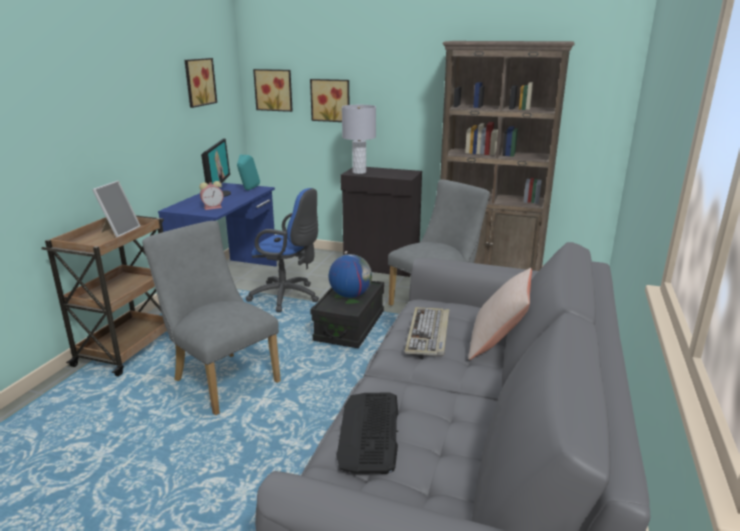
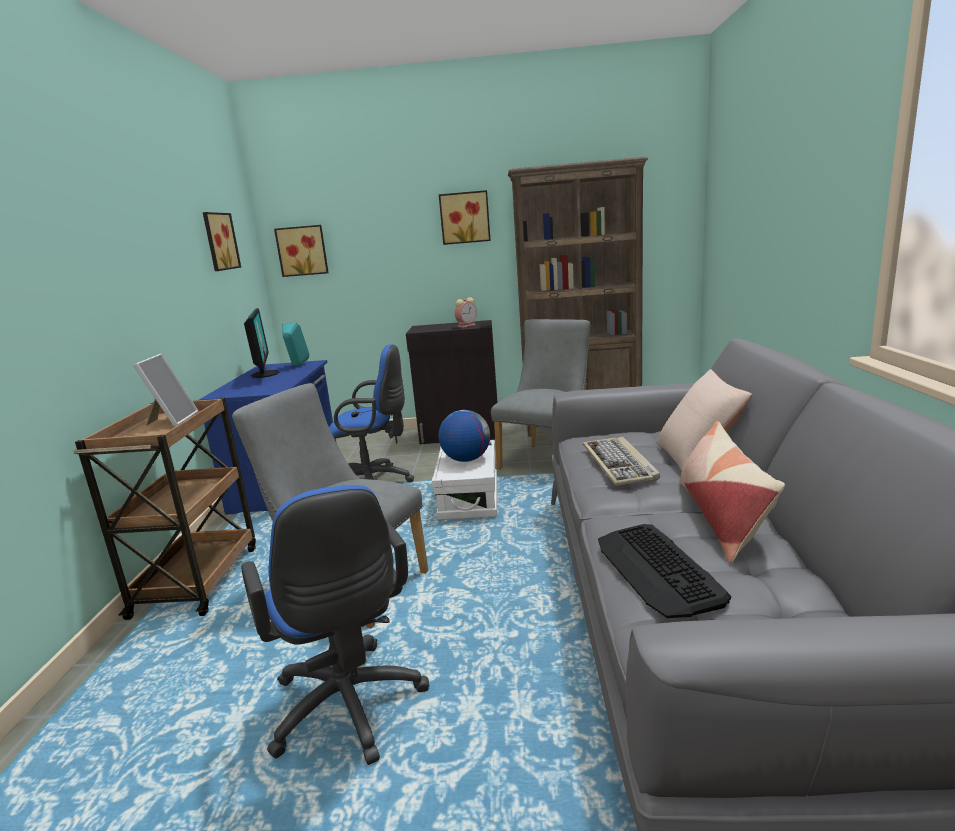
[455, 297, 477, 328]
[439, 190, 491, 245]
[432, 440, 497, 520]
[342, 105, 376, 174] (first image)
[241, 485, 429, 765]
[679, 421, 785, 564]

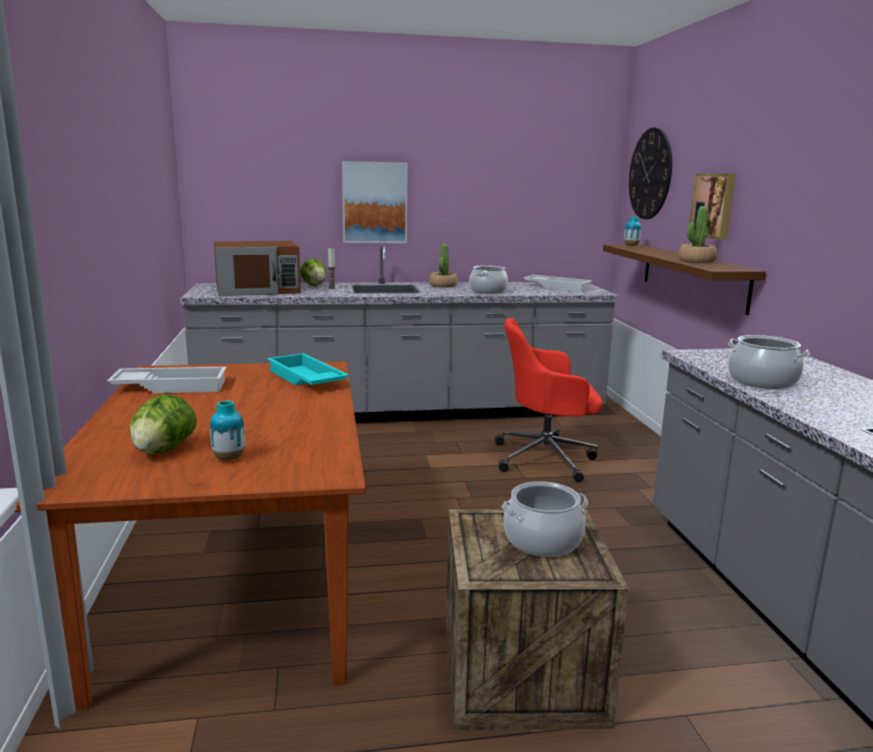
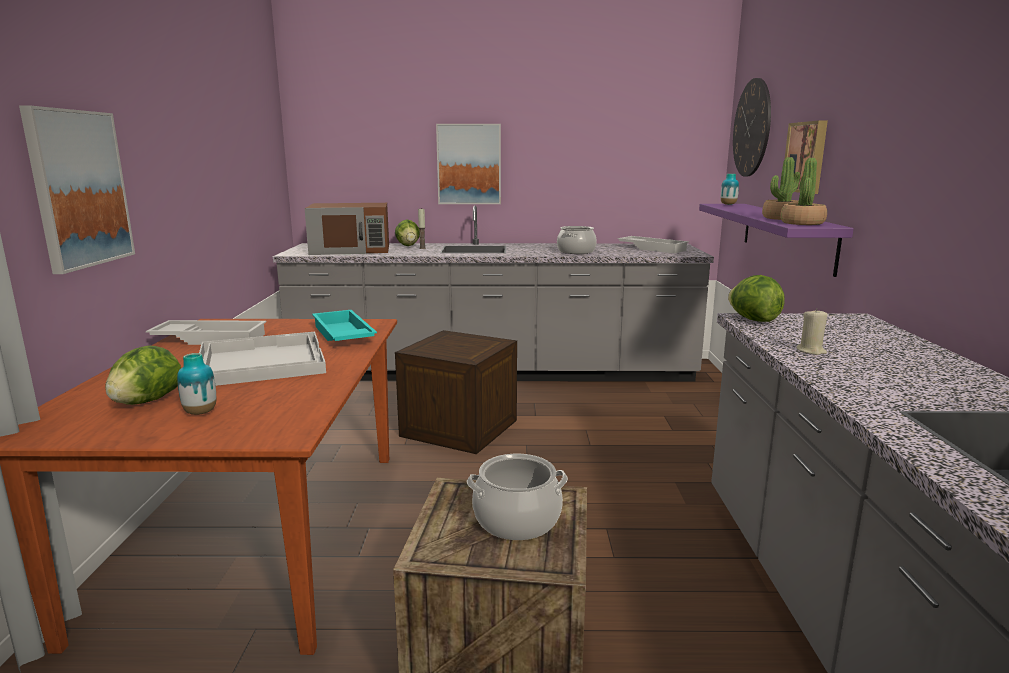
[780, 158, 827, 225]
[495, 318, 603, 483] (first image)
[699, 204, 854, 277]
[797, 308, 828, 355]
[19, 106, 135, 274]
[199, 332, 326, 386]
[395, 330, 517, 454]
[728, 275, 785, 322]

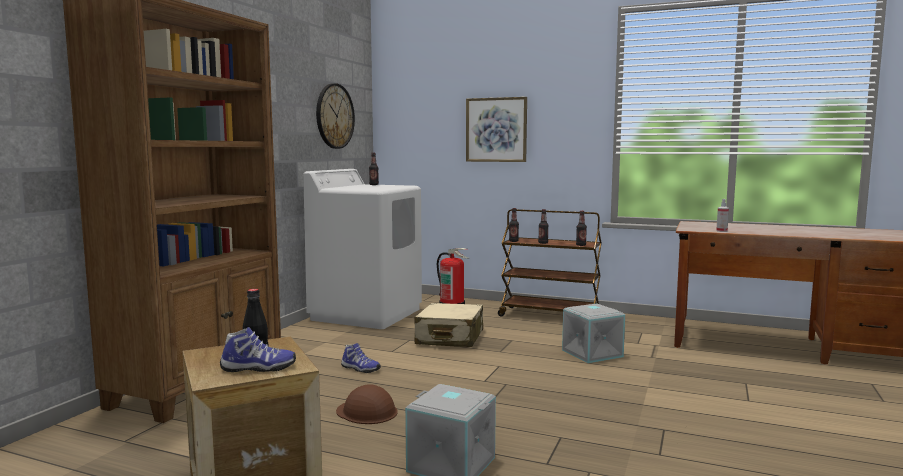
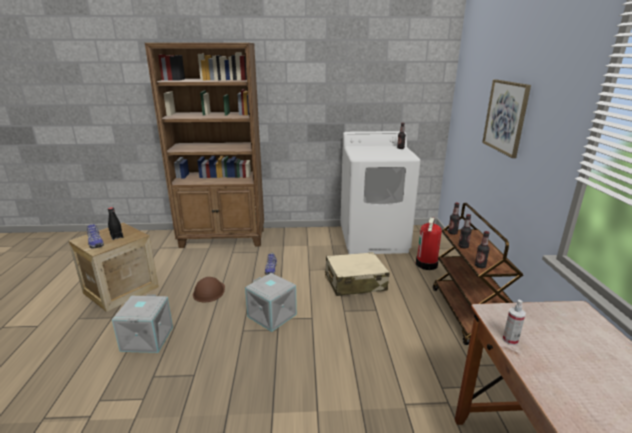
[316, 83, 355, 149] (first image)
[245, 273, 297, 332]

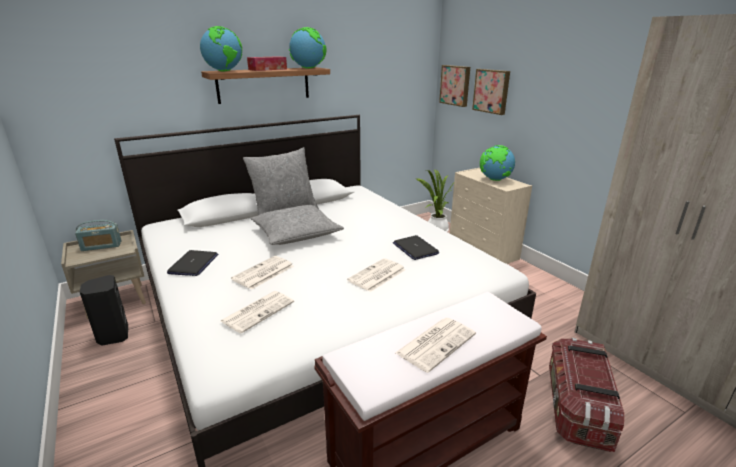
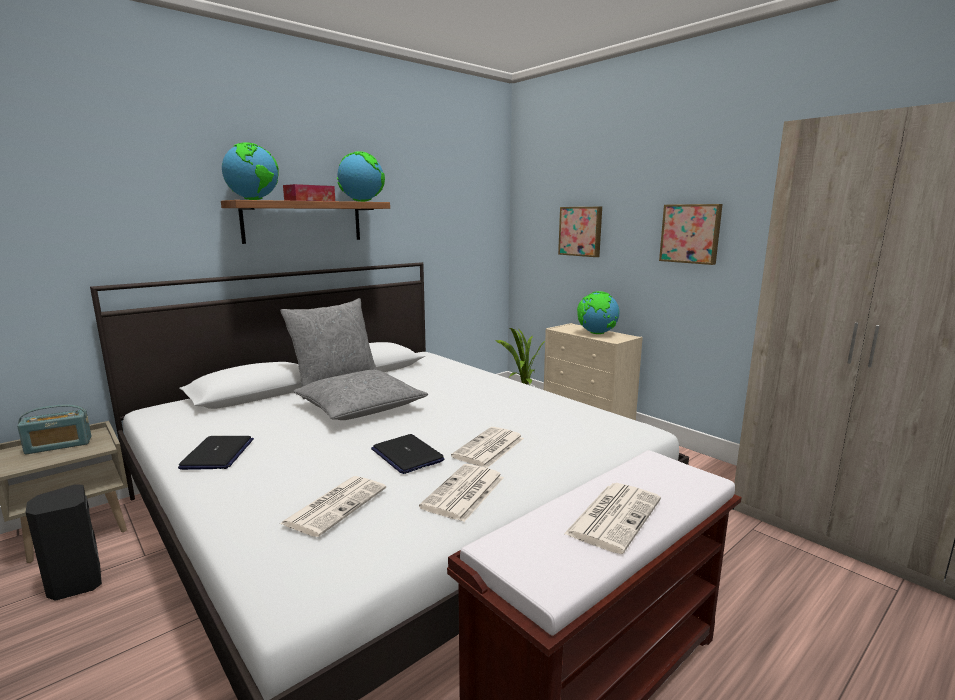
[419, 464, 504, 522]
[371, 434, 444, 474]
[659, 204, 723, 265]
[549, 338, 624, 452] (first image)

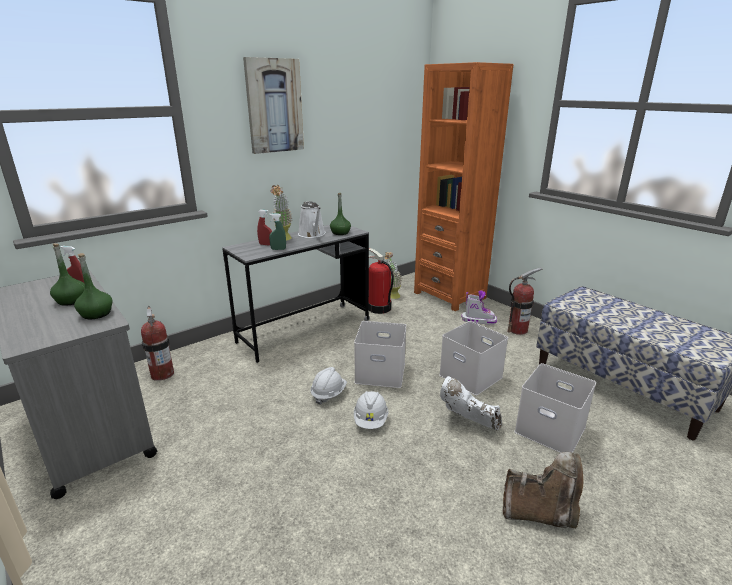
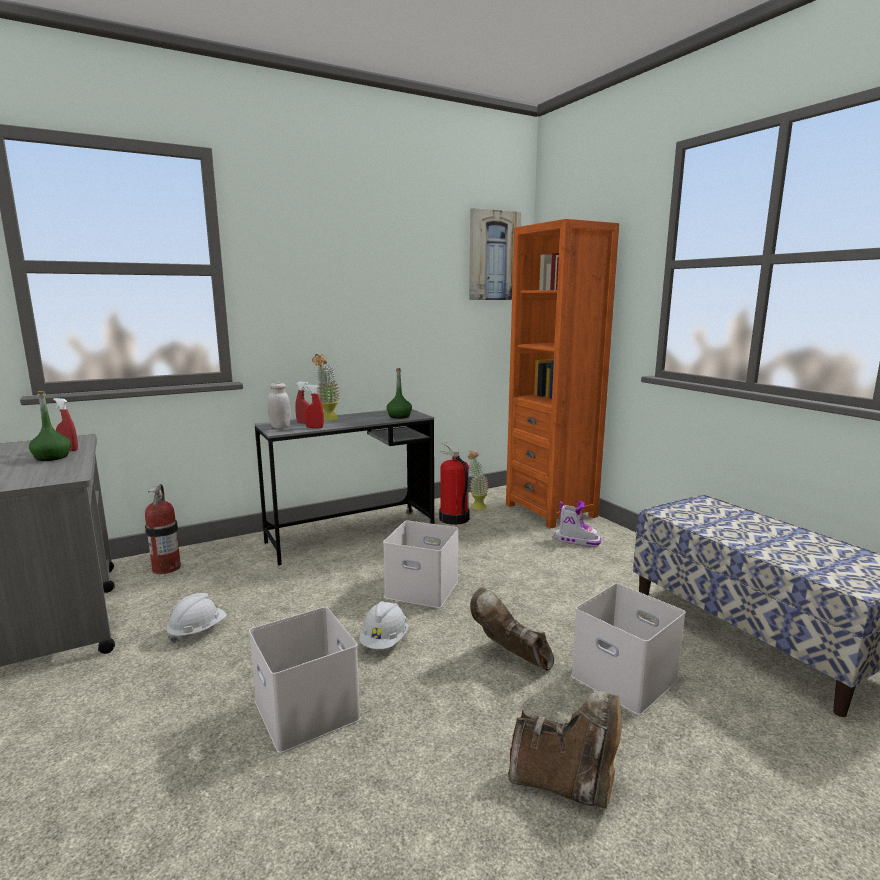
[74, 253, 113, 319] (first image)
[469, 208, 521, 300]
[304, 384, 324, 428]
[298, 201, 326, 238] (first image)
[166, 593, 227, 644]
[249, 607, 361, 753]
[470, 587, 554, 671]
[508, 267, 543, 335] (first image)
[267, 383, 291, 428]

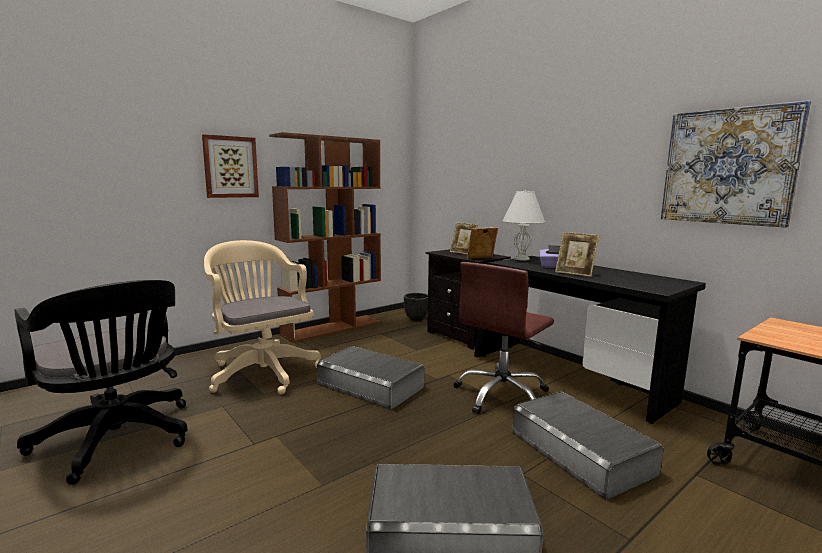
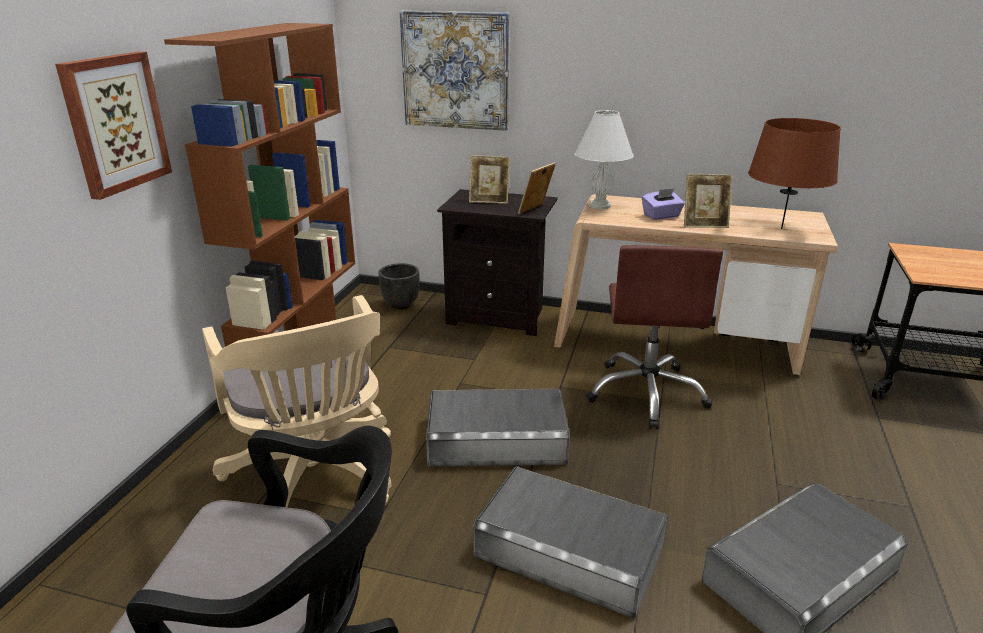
[202, 295, 392, 507]
[554, 194, 838, 375]
[473, 466, 668, 618]
[399, 11, 510, 131]
[748, 118, 841, 229]

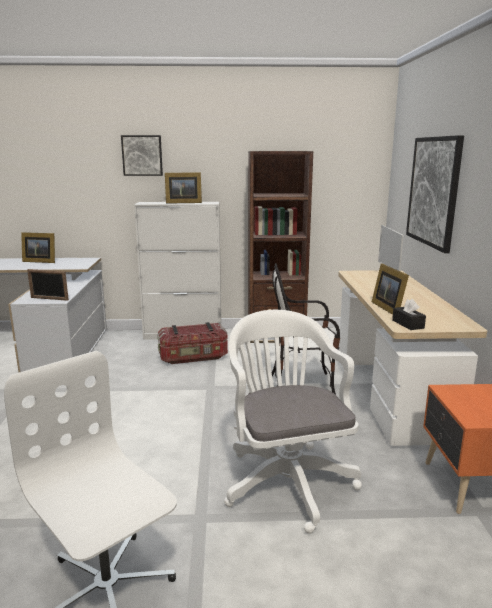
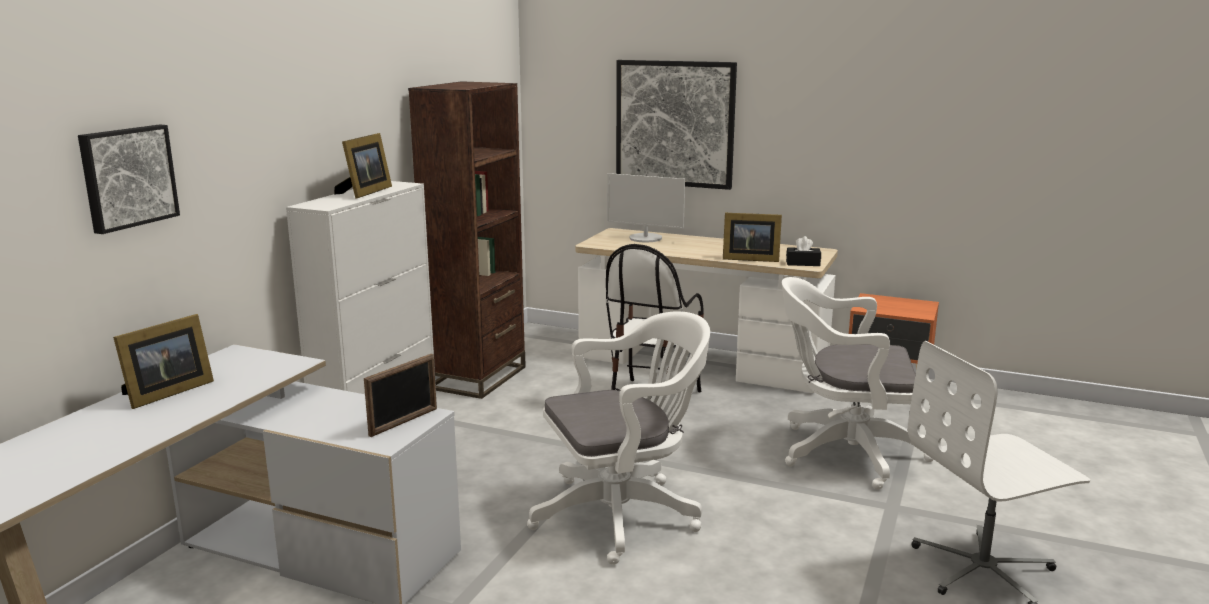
[78, 125, 180, 234]
[157, 322, 228, 364] (first image)
[527, 311, 710, 565]

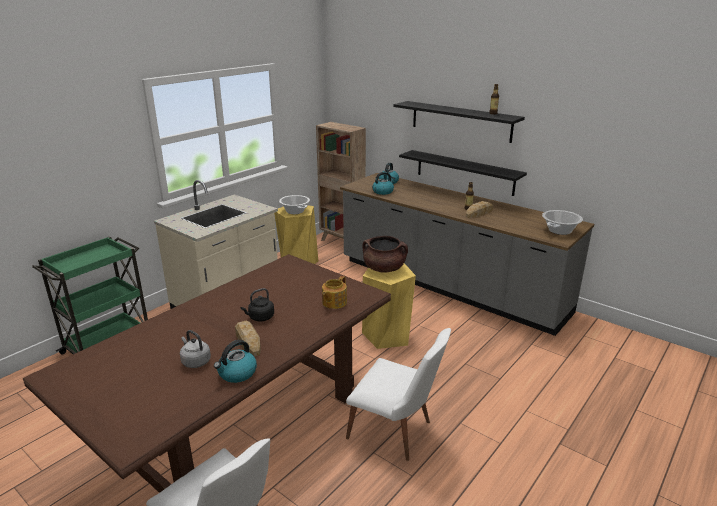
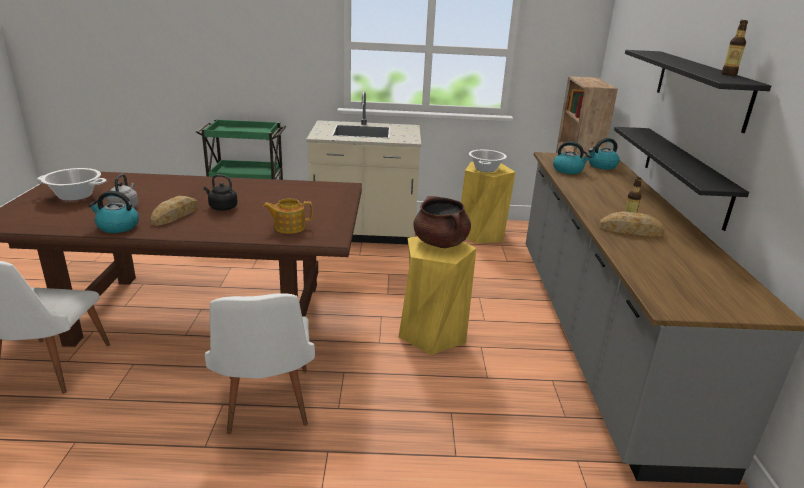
[37, 168, 107, 201]

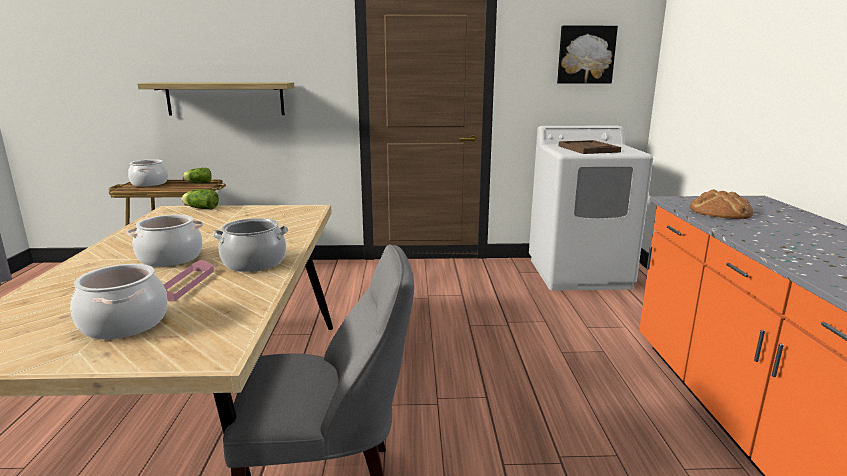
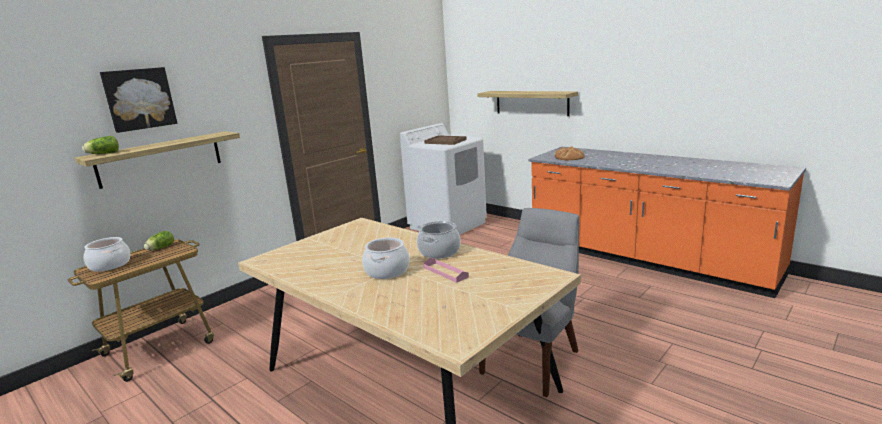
[70, 264, 168, 340] (first image)
[82, 136, 119, 154]
[100, 67, 177, 133]
[477, 91, 578, 116]

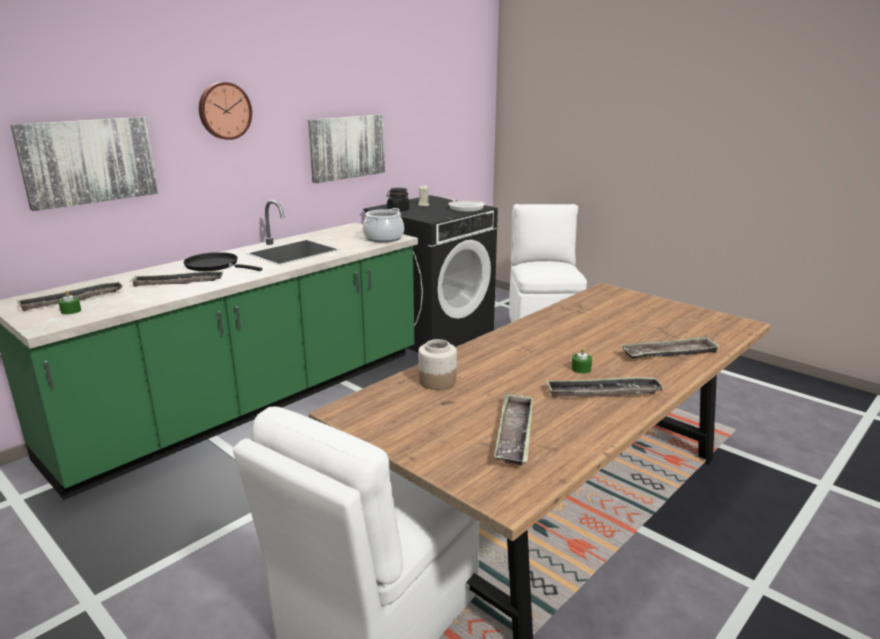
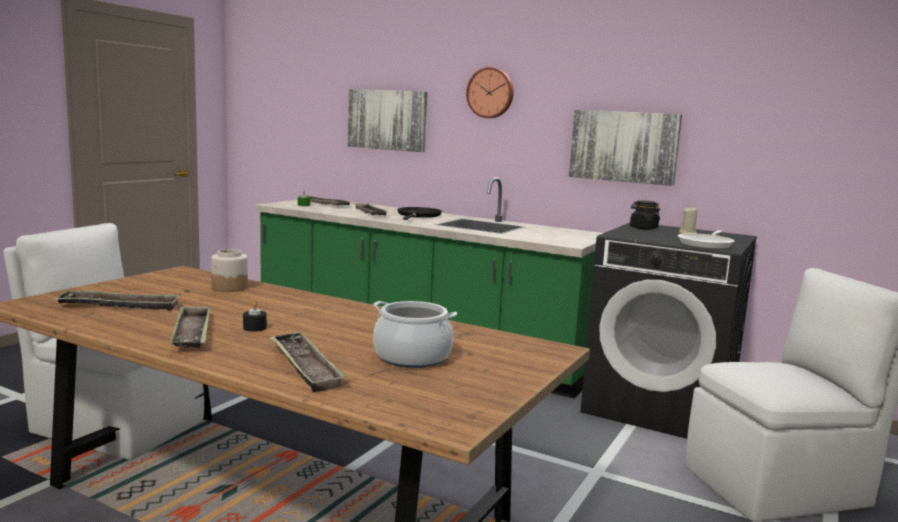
[373, 301, 457, 368]
[243, 302, 267, 332]

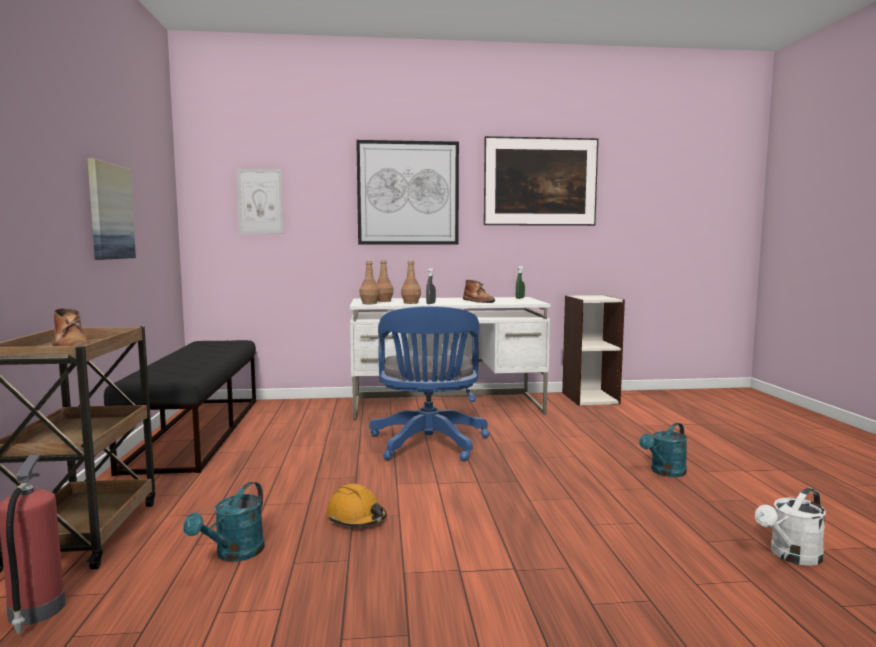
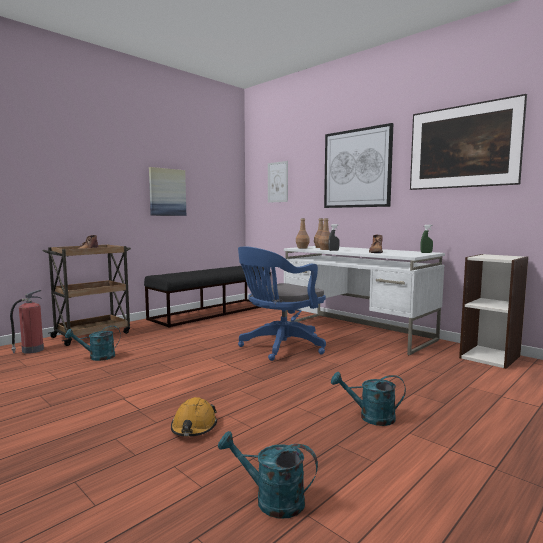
[171, 397, 217, 436]
[218, 431, 318, 519]

